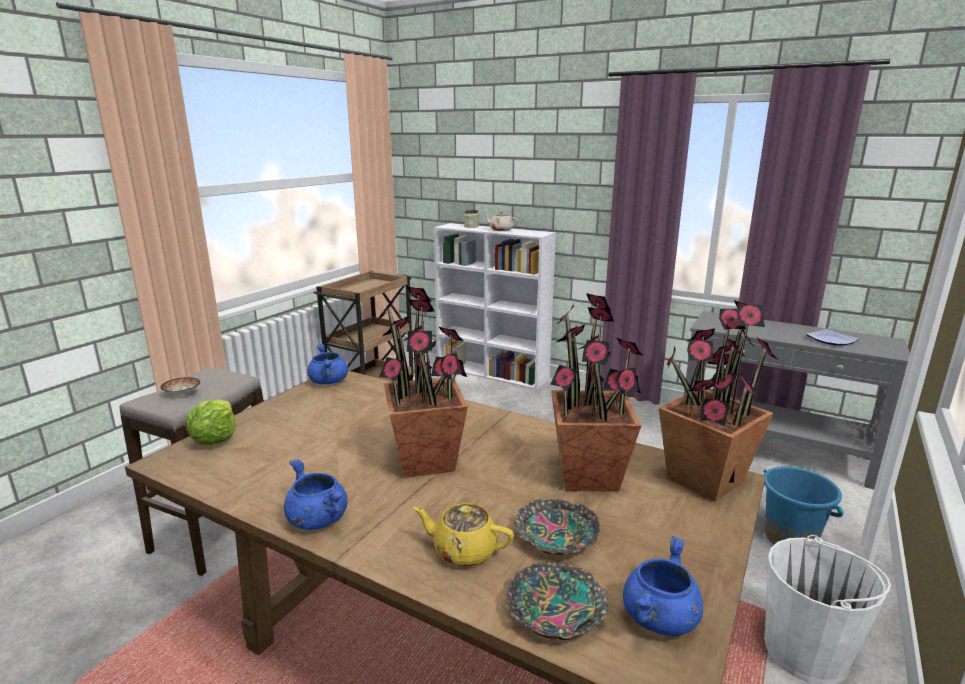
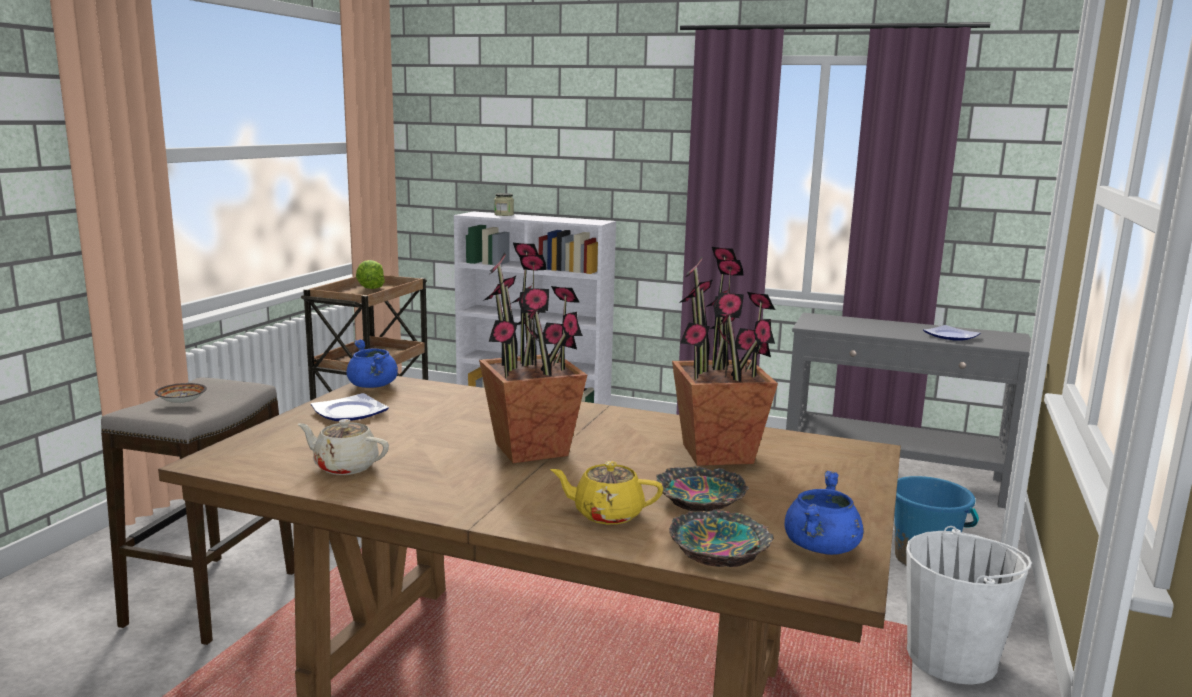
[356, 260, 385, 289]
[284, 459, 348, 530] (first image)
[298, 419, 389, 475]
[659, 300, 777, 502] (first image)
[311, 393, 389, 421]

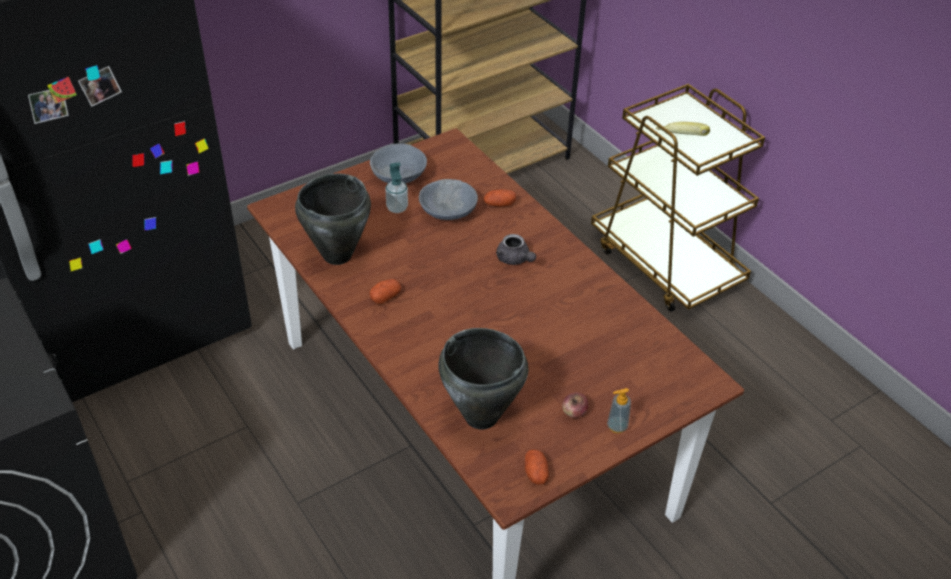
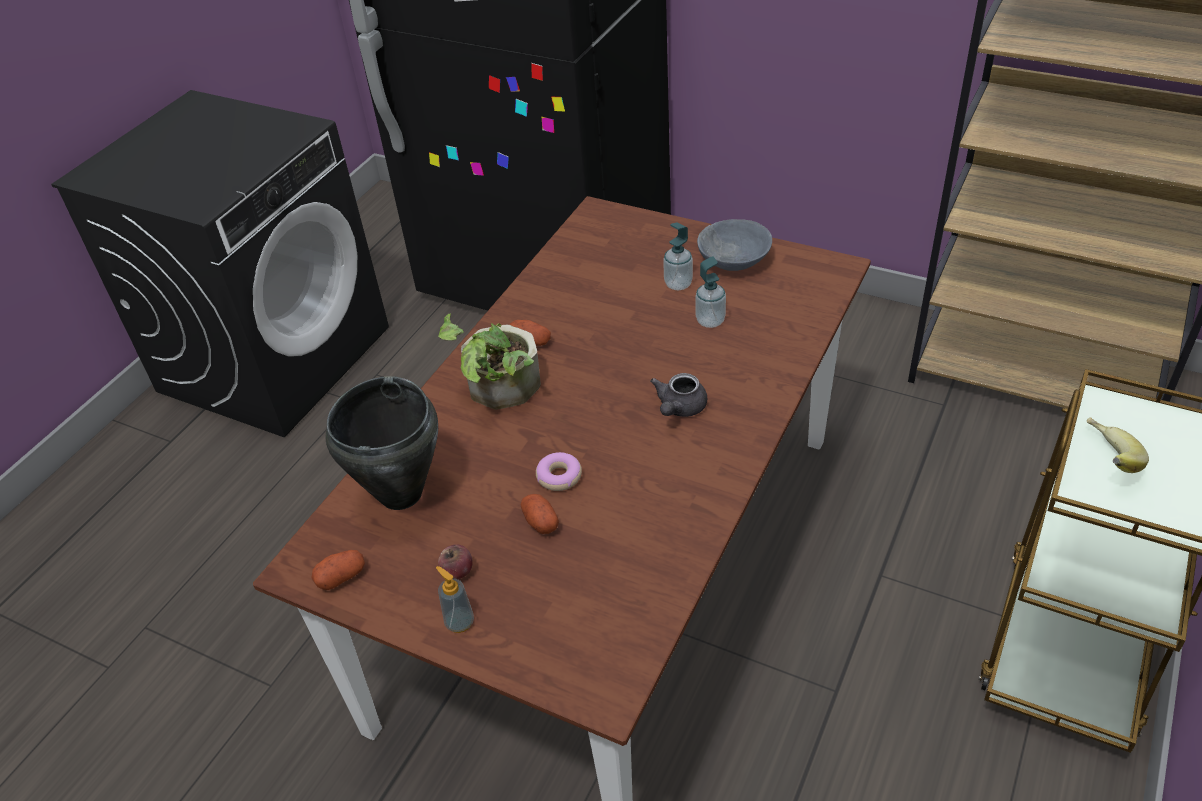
[295, 173, 371, 265] (first image)
[695, 256, 726, 328]
[521, 494, 559, 534]
[438, 314, 541, 410]
[536, 452, 582, 491]

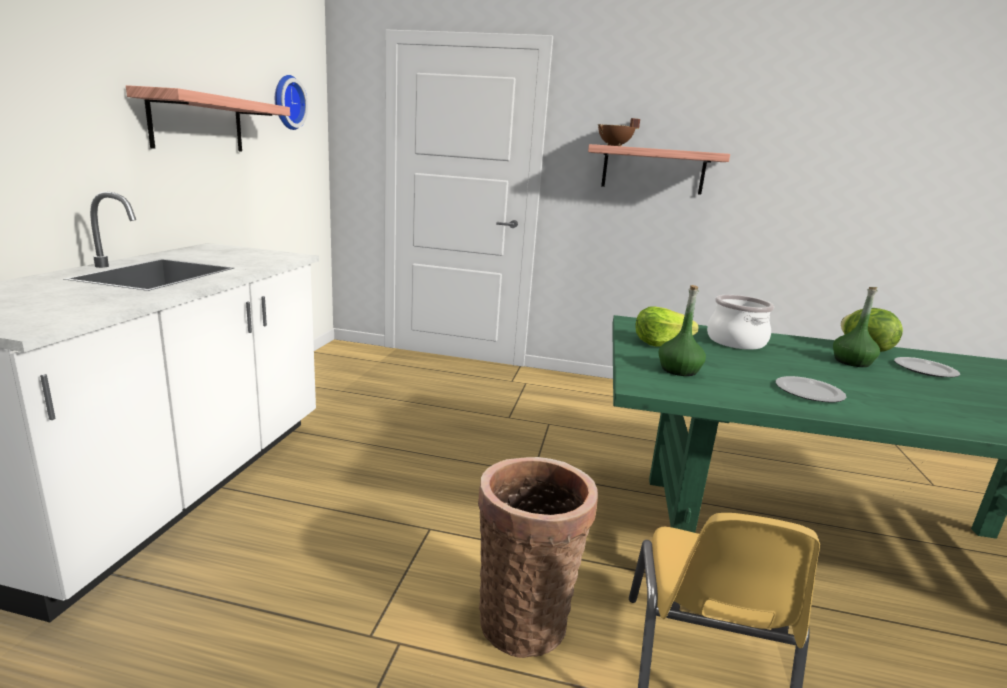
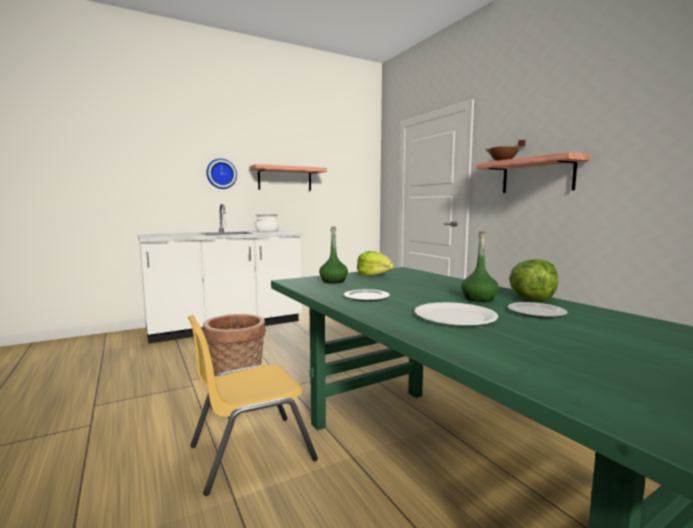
[206, 159, 237, 189]
[255, 214, 279, 232]
[414, 302, 498, 325]

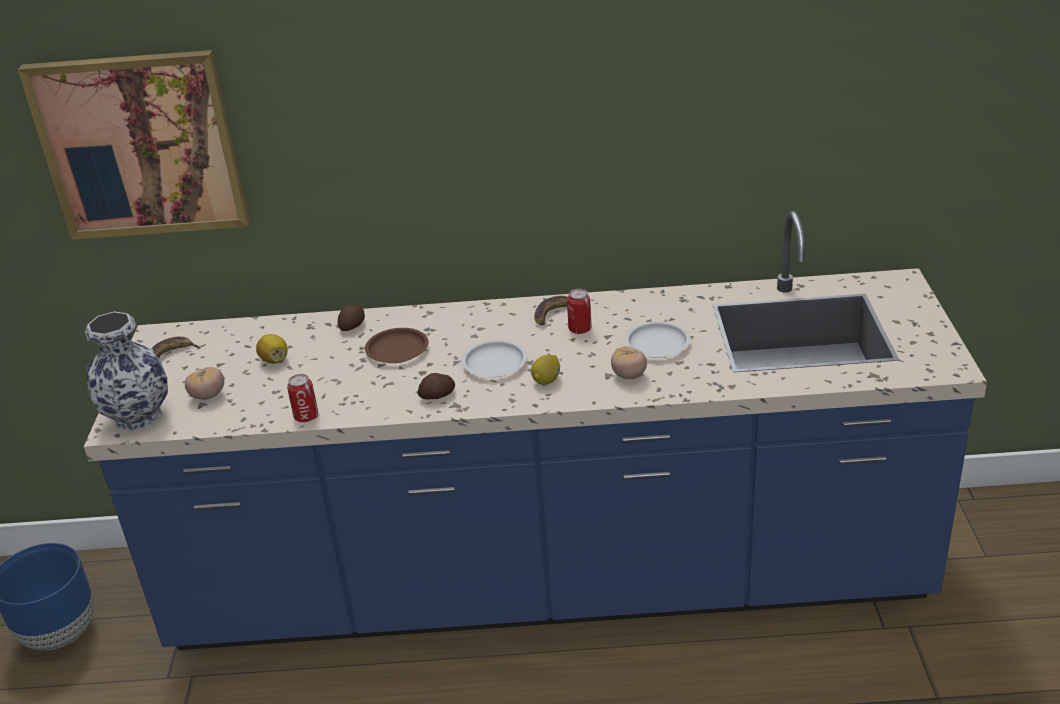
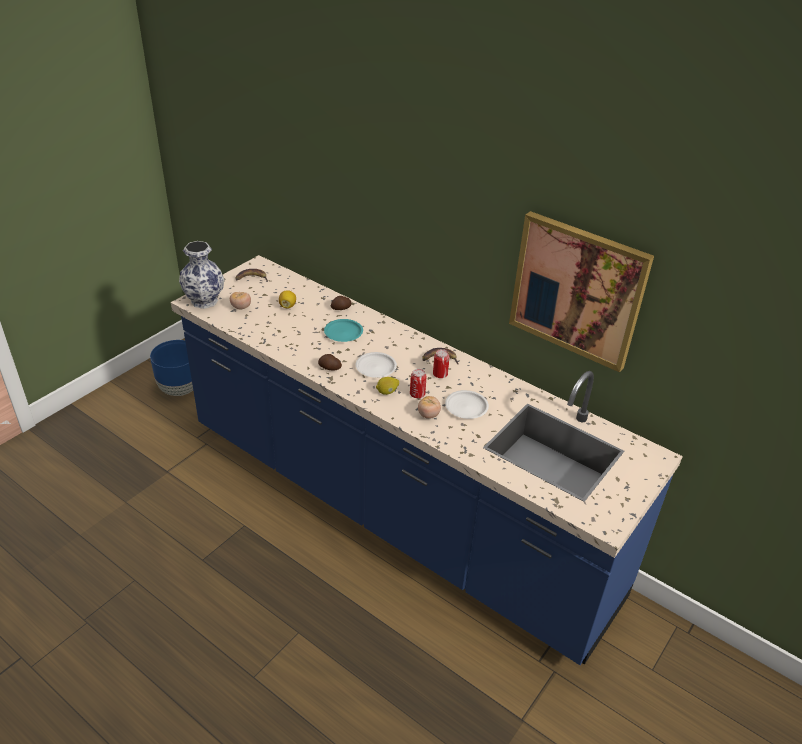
[509, 211, 654, 372]
[410, 369, 427, 398]
[324, 319, 363, 342]

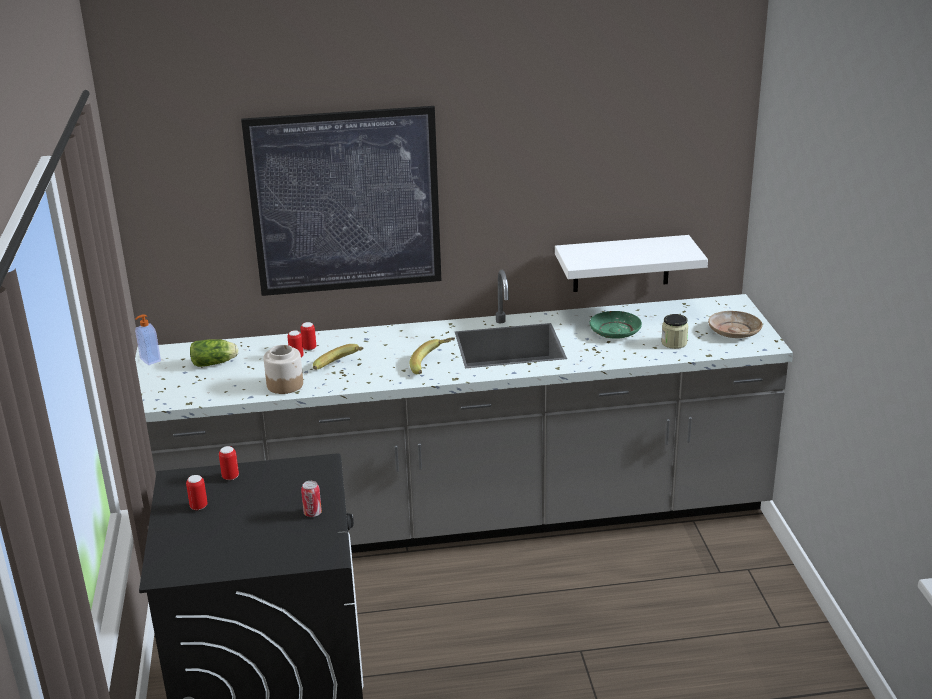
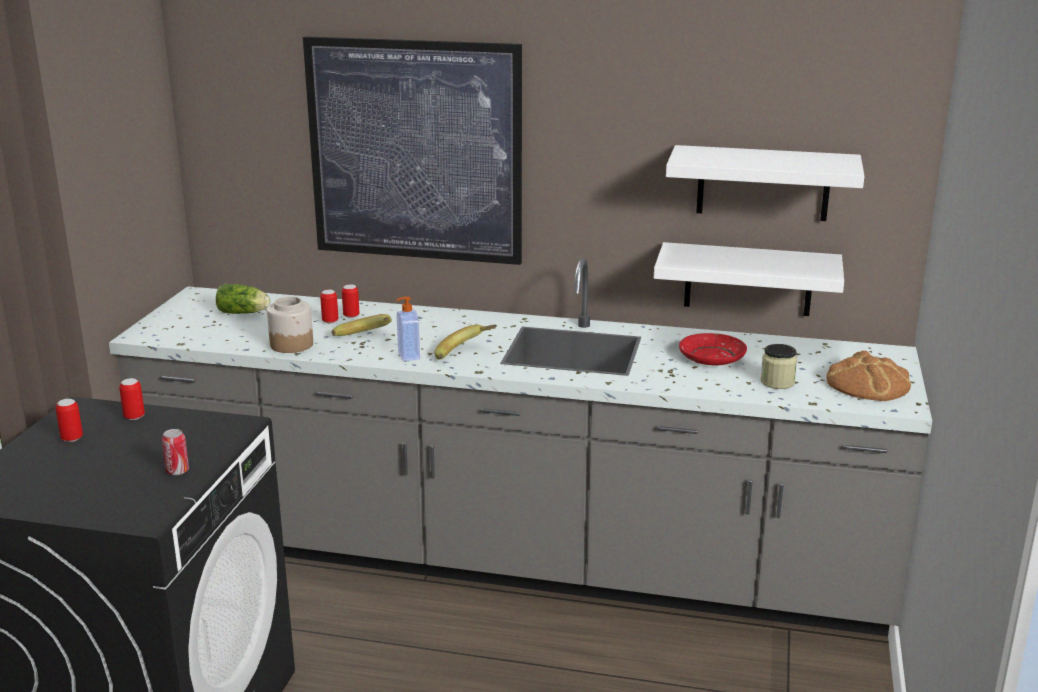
[396, 297, 420, 361]
[679, 333, 747, 365]
[826, 350, 911, 401]
[666, 145, 864, 221]

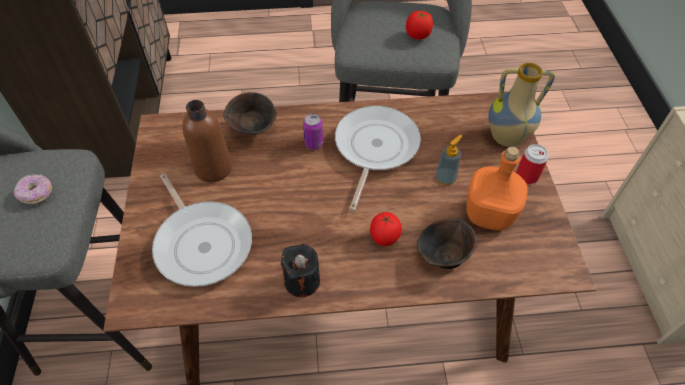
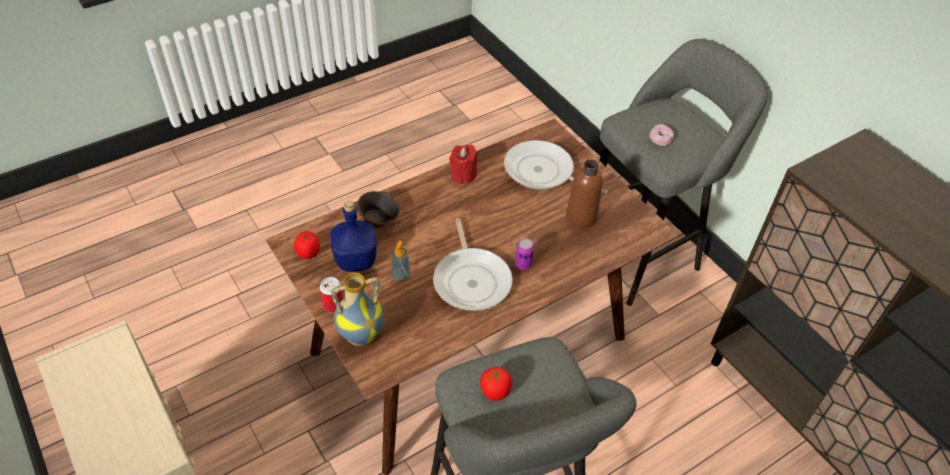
[223, 92, 277, 134] (first image)
[449, 144, 477, 184]
[294, 231, 320, 259]
[330, 201, 377, 272]

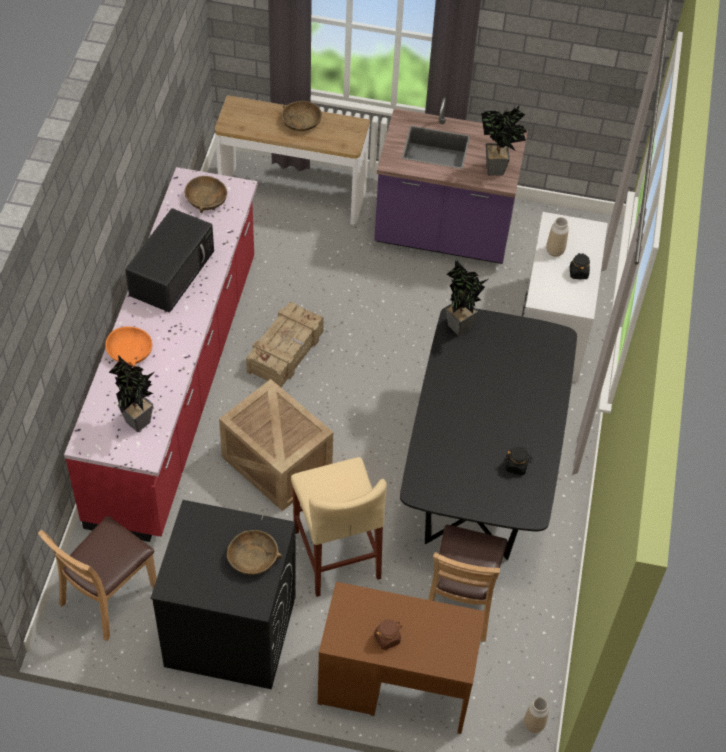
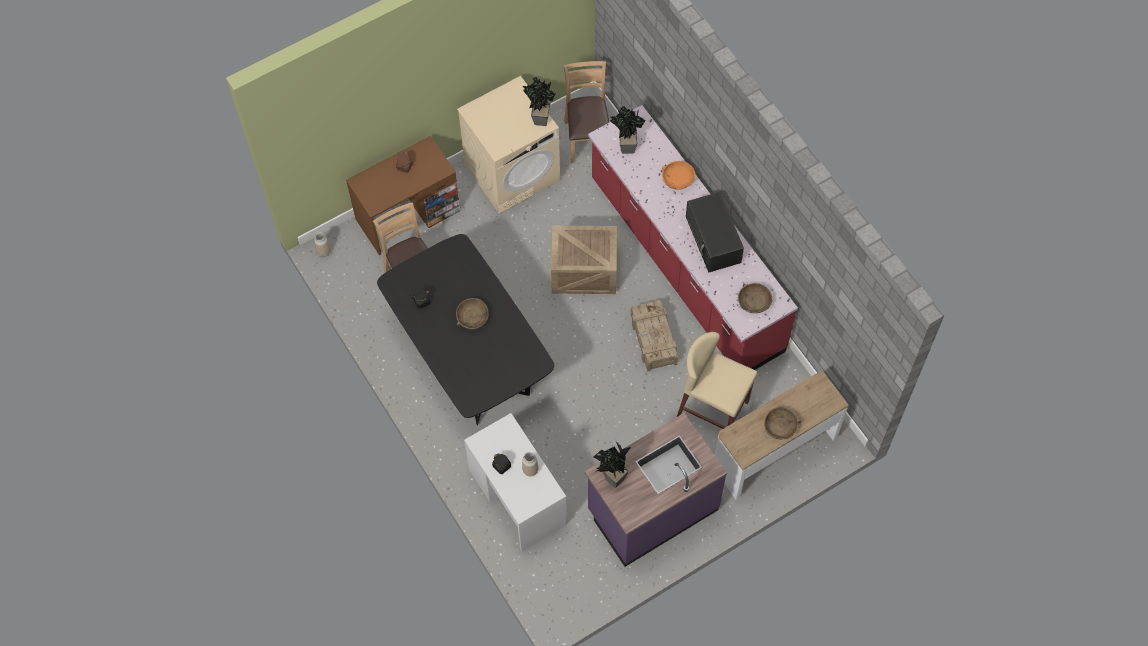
[457, 76, 560, 214]
[456, 298, 489, 330]
[677, 332, 757, 429]
[523, 77, 555, 126]

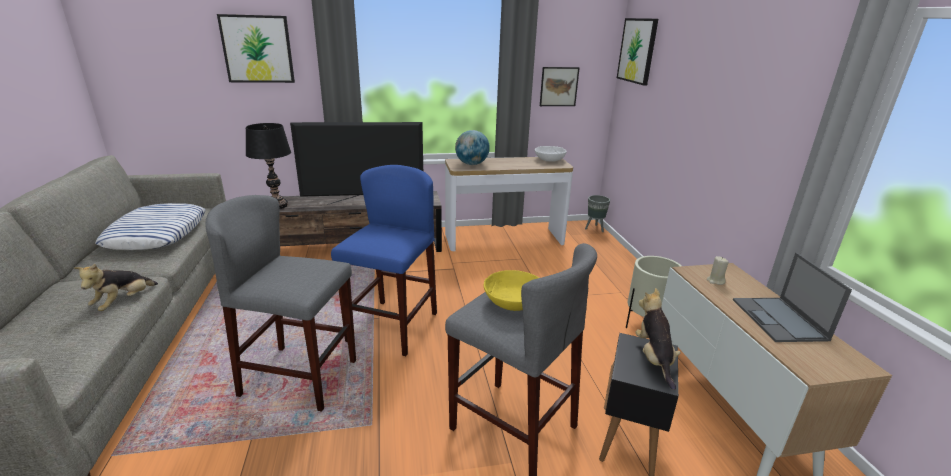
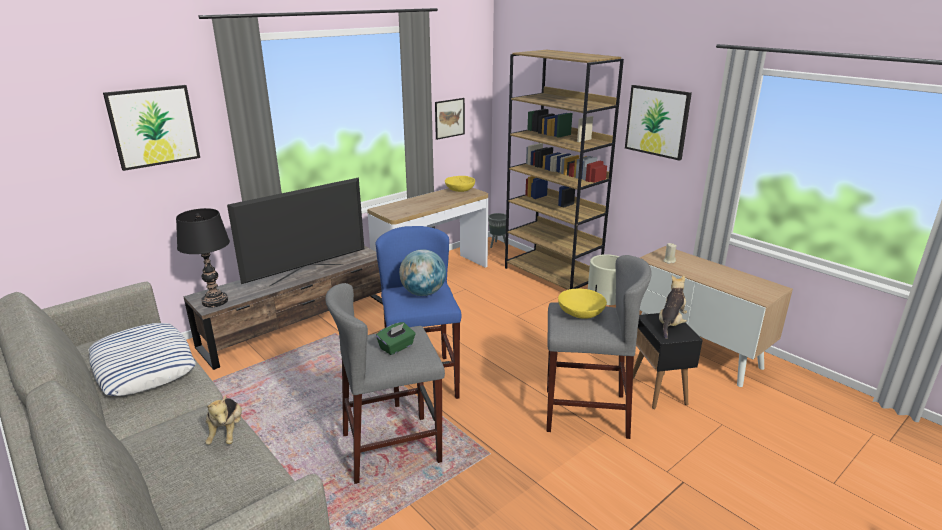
[399, 249, 446, 296]
[445, 176, 475, 192]
[625, 85, 692, 161]
[659, 275, 687, 339]
[733, 253, 852, 342] (first image)
[376, 322, 416, 355]
[505, 50, 624, 290]

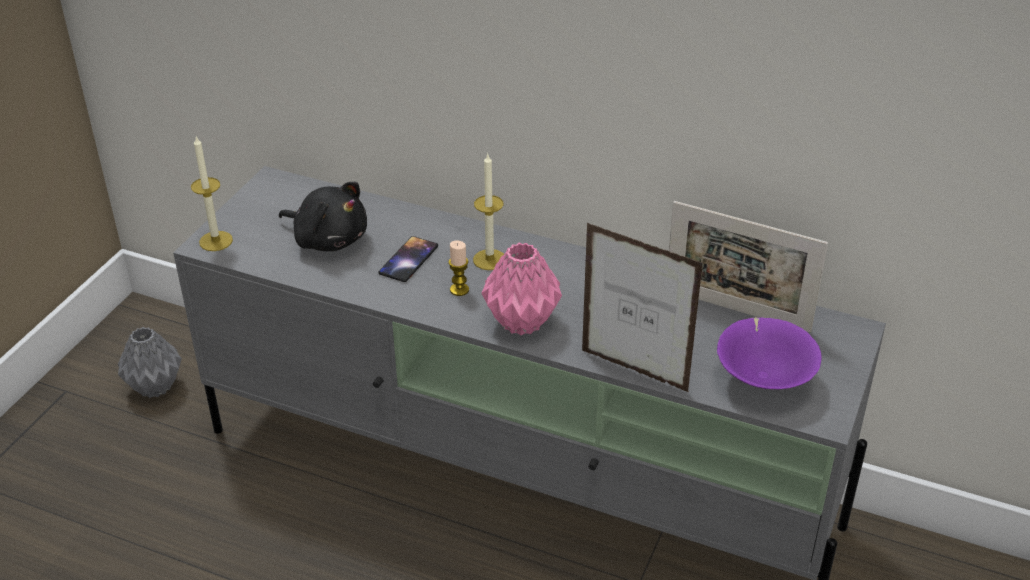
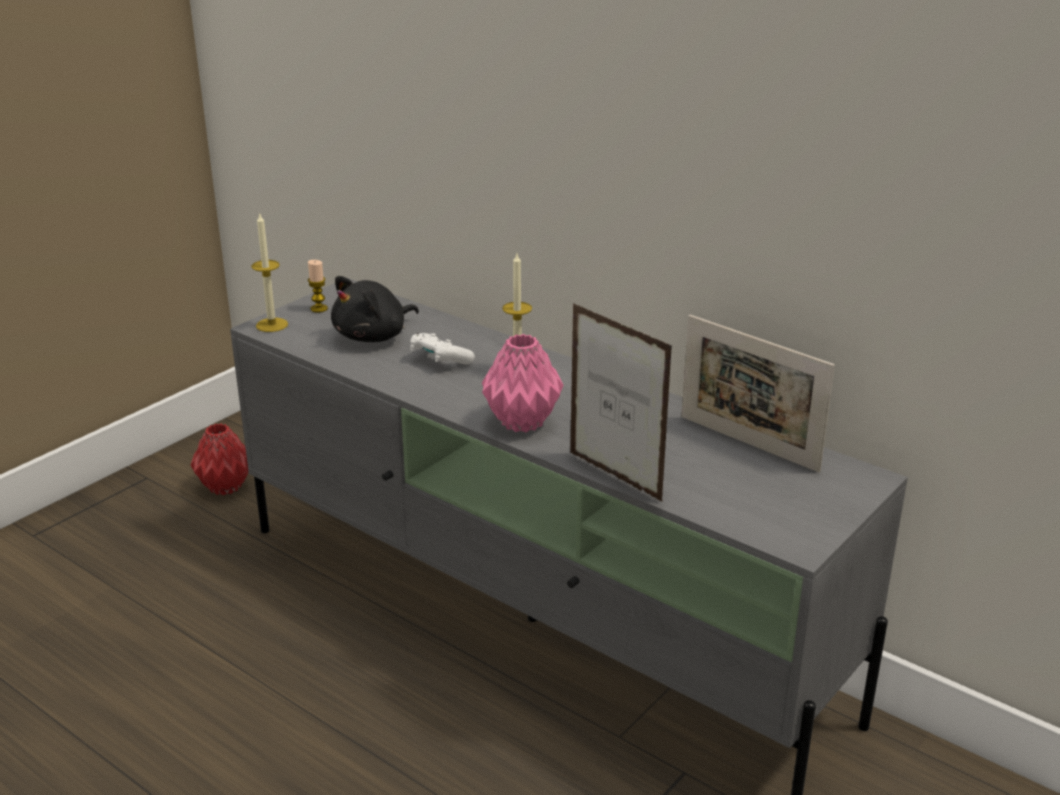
[191, 424, 248, 495]
[331, 276, 419, 342]
[410, 333, 475, 365]
[308, 260, 328, 313]
[717, 317, 821, 389] (first image)

